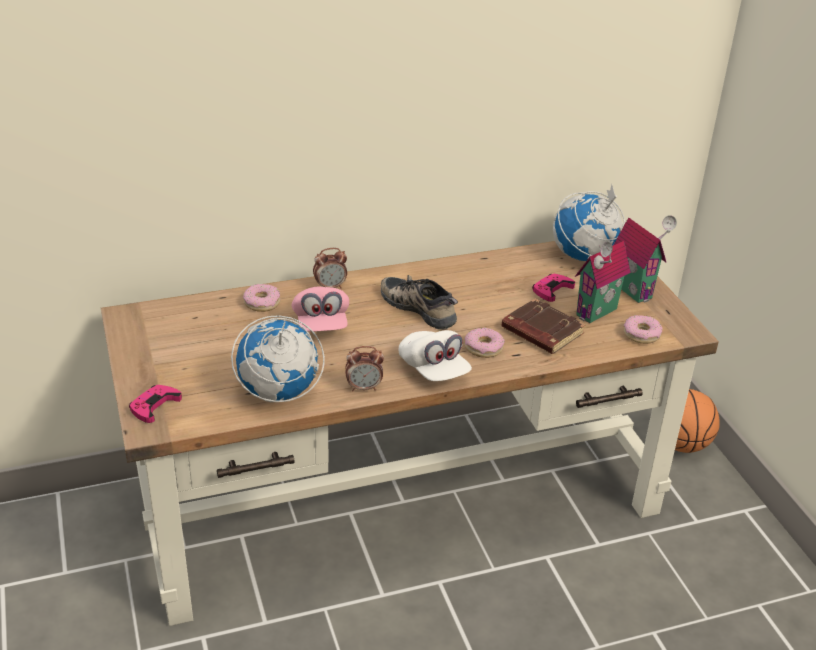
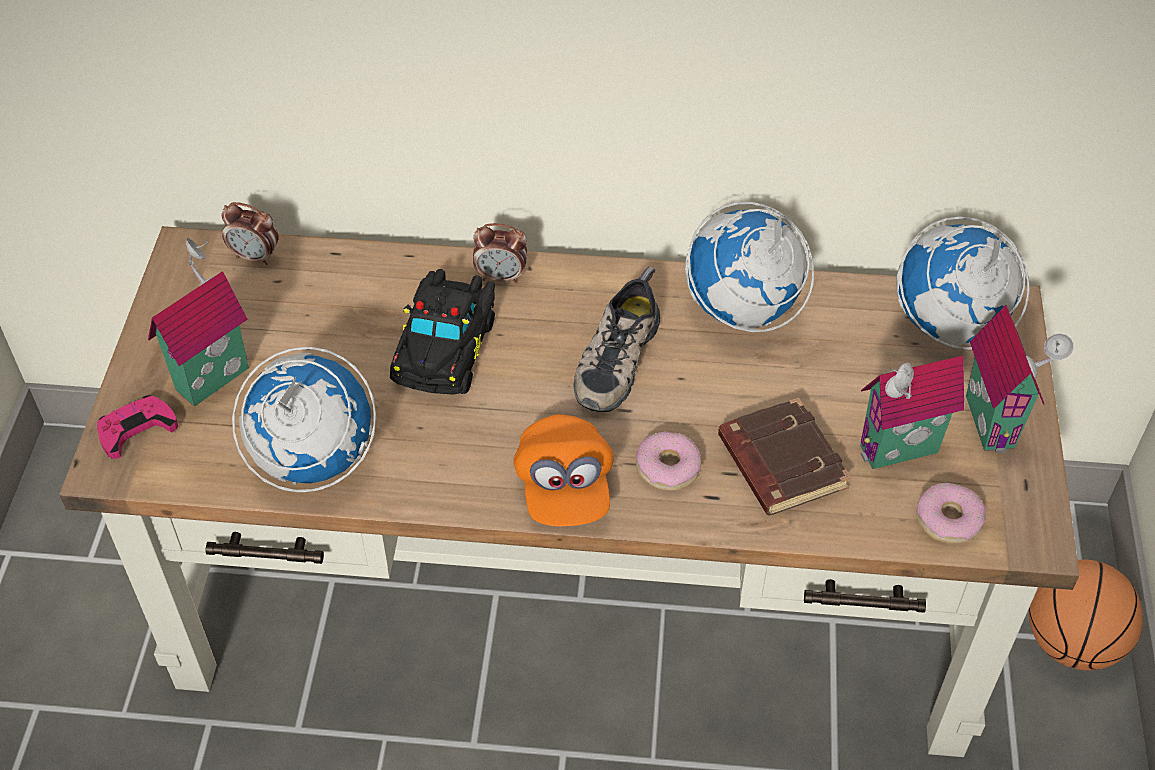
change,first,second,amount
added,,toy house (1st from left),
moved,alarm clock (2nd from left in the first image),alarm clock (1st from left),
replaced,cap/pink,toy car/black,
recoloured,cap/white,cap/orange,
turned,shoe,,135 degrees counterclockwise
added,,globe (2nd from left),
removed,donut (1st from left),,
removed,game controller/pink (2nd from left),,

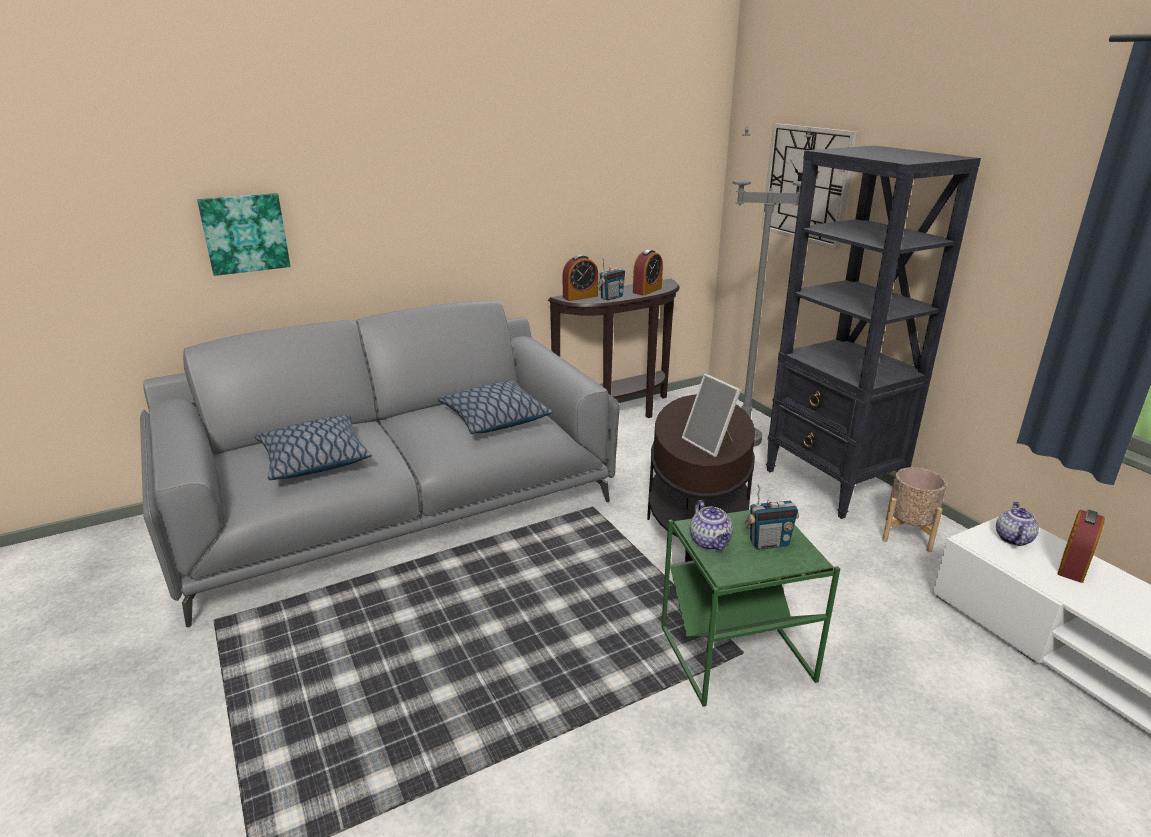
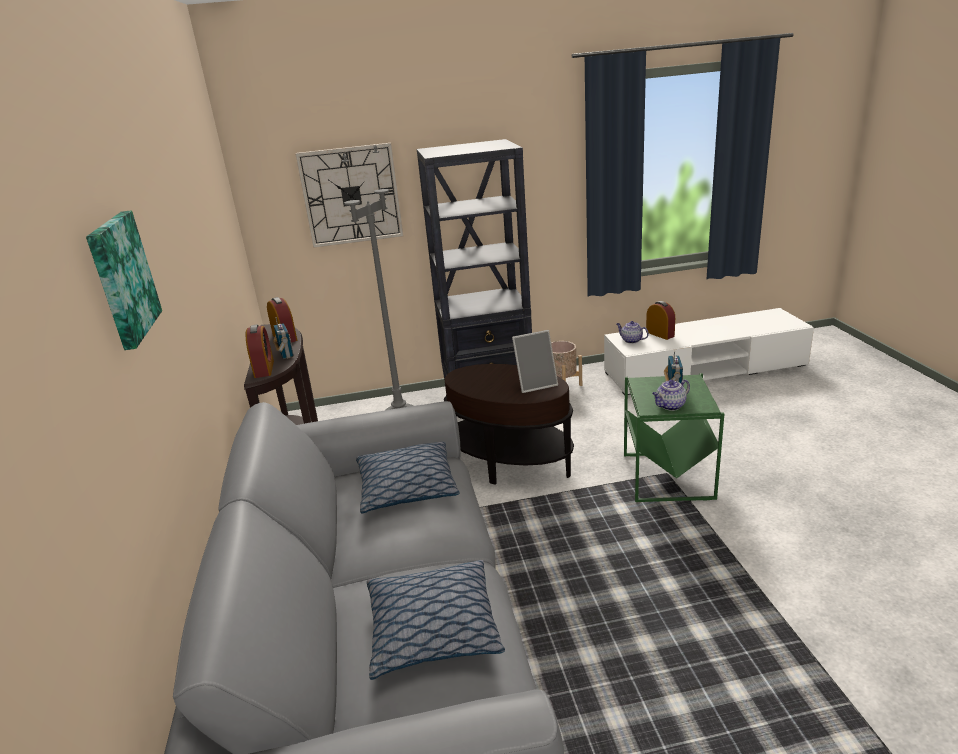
change,first,second,amount
moved,picture,,
turned,teapot (1st from left in the first image),teapot (2nd from left),150 degrees clockwise

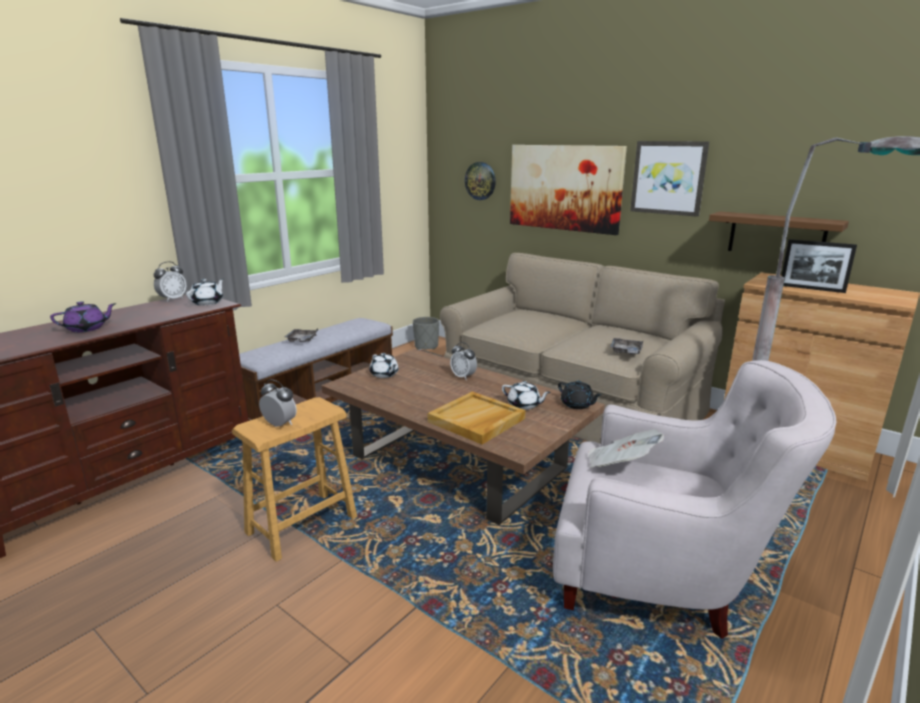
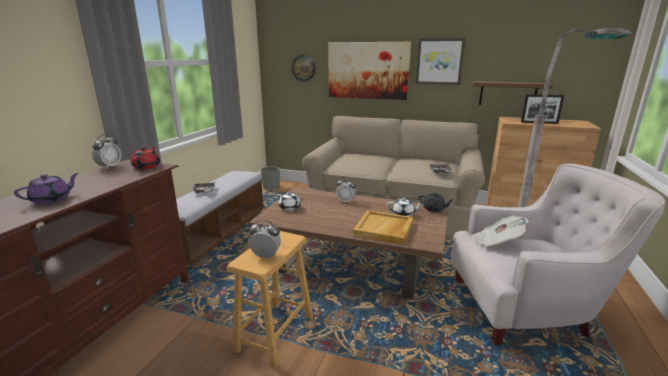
change,first,second,amount
recoloured,teapot/white (1st from left),teapot/red,

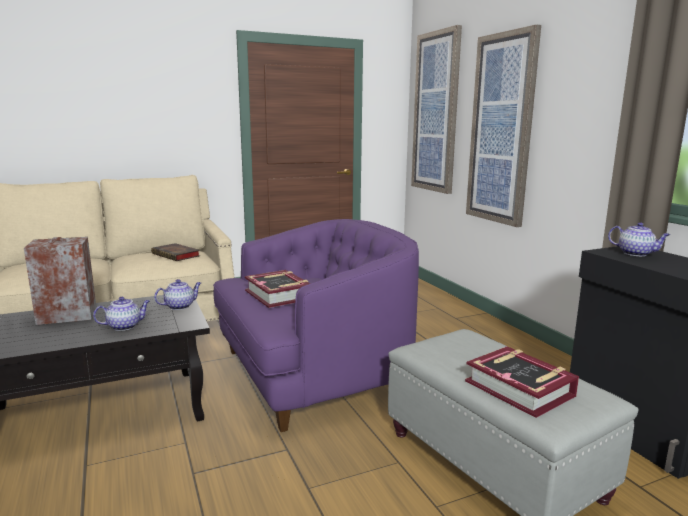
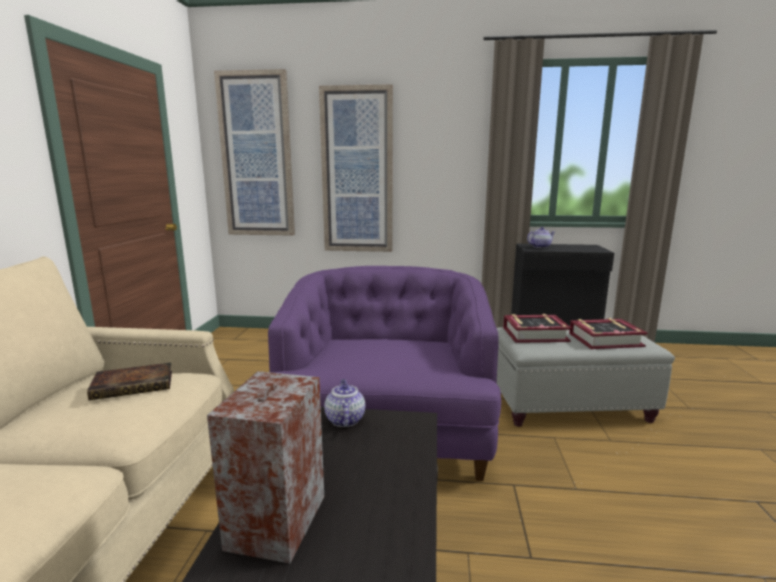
change,first,second,amount
moved,book (2nd from left),,
removed,teapot (1st from left),,

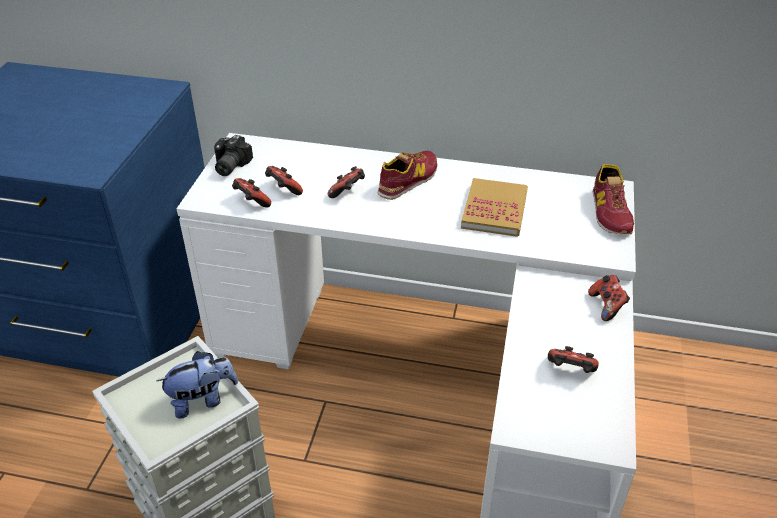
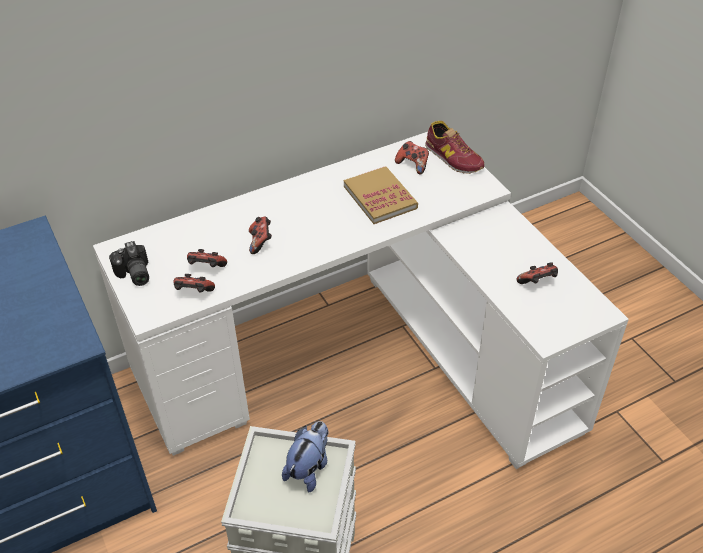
change,first,second,amount
moved,game controller (5th from left in the first image),game controller (4th from left),
removed,shoe (1st from left),,

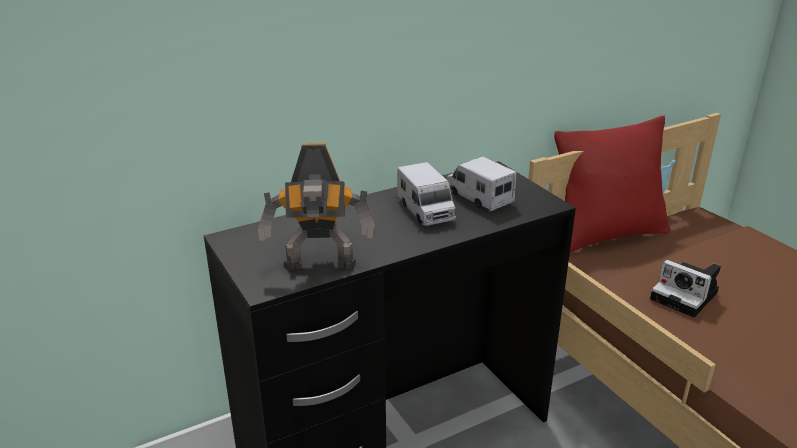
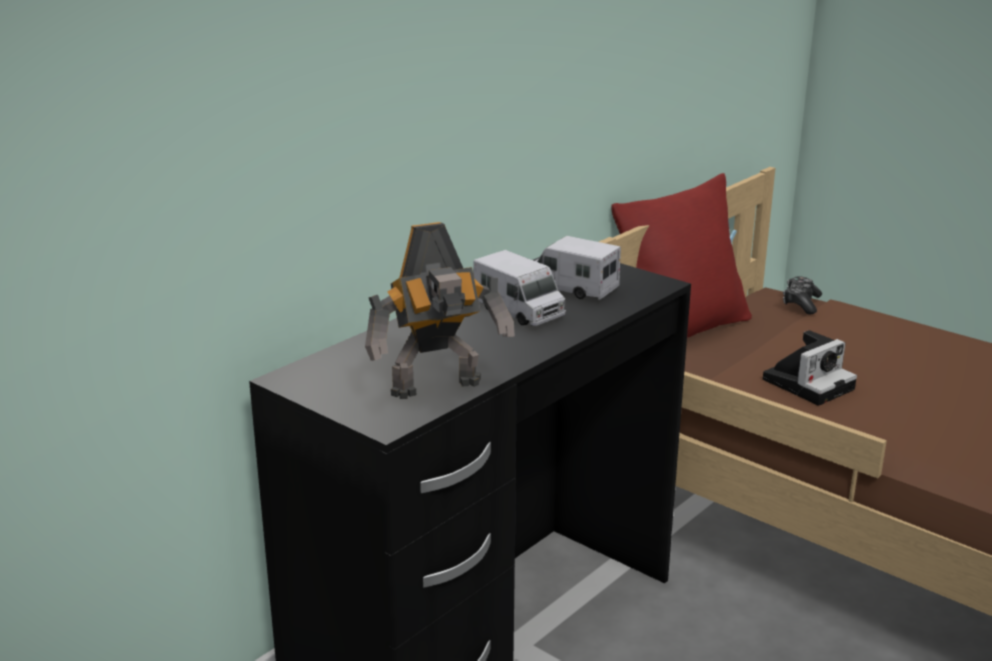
change,first,second,amount
turned,photo camera,,60 degrees counterclockwise
added,,game controller,

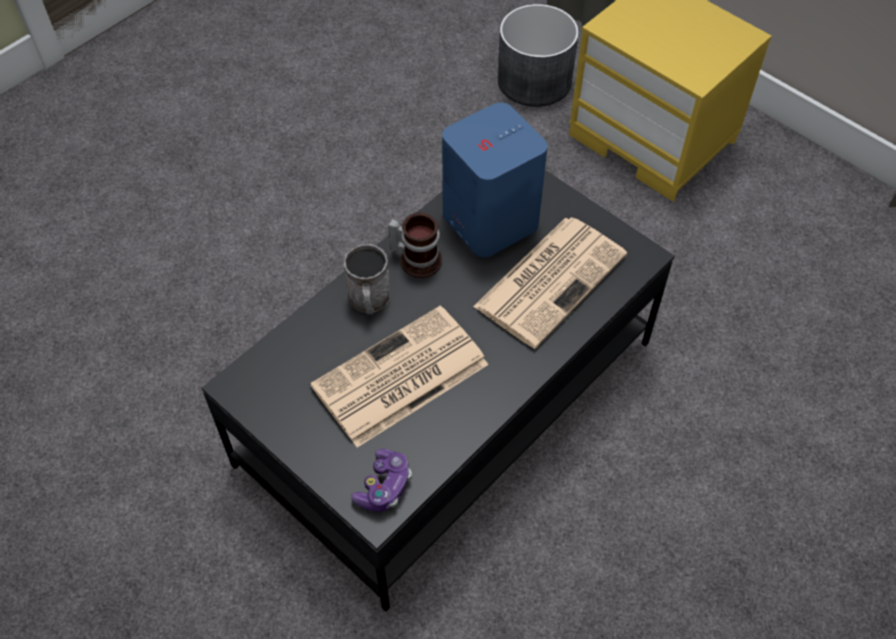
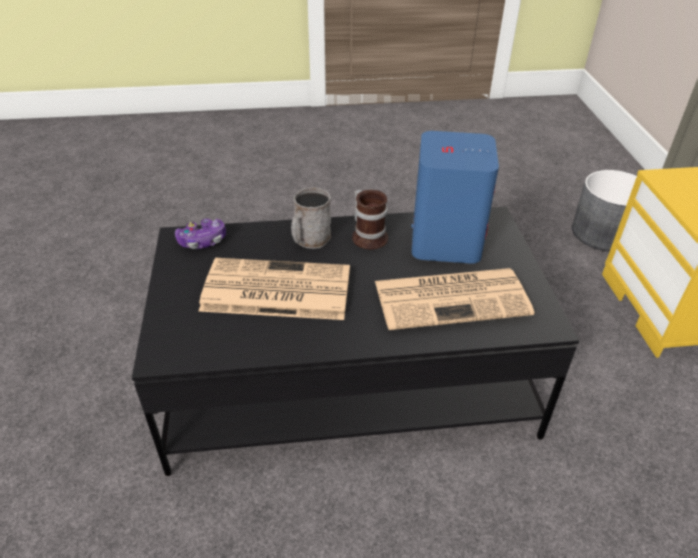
change,first,second,amount
moved,game controller,,

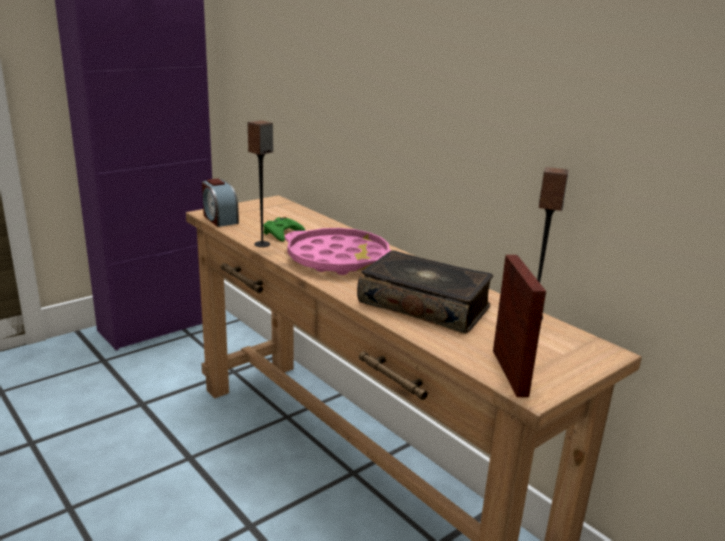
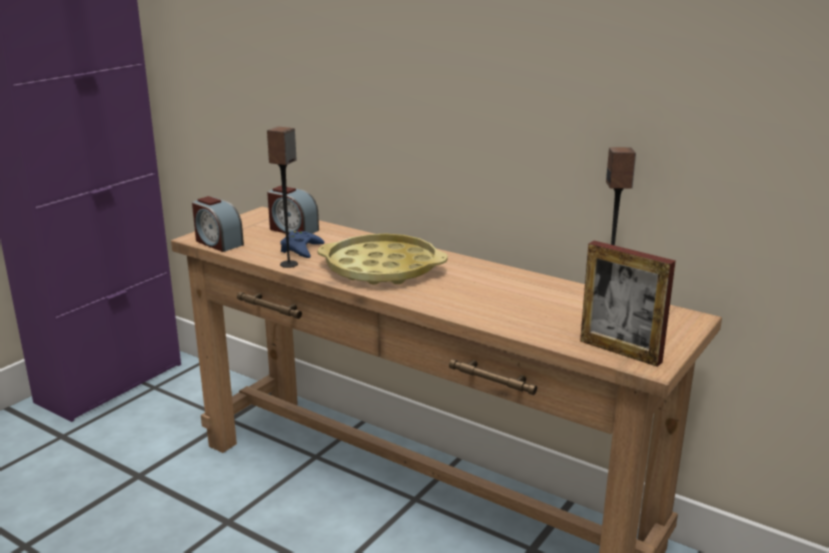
change,first,second,amount
added,,alarm clock (2nd from left),
recoloured,game controller/green,game controller/blue,
recoloured,tray/pink,tray/yellow,
turned,picture frame,,150 degrees clockwise
removed,book,,

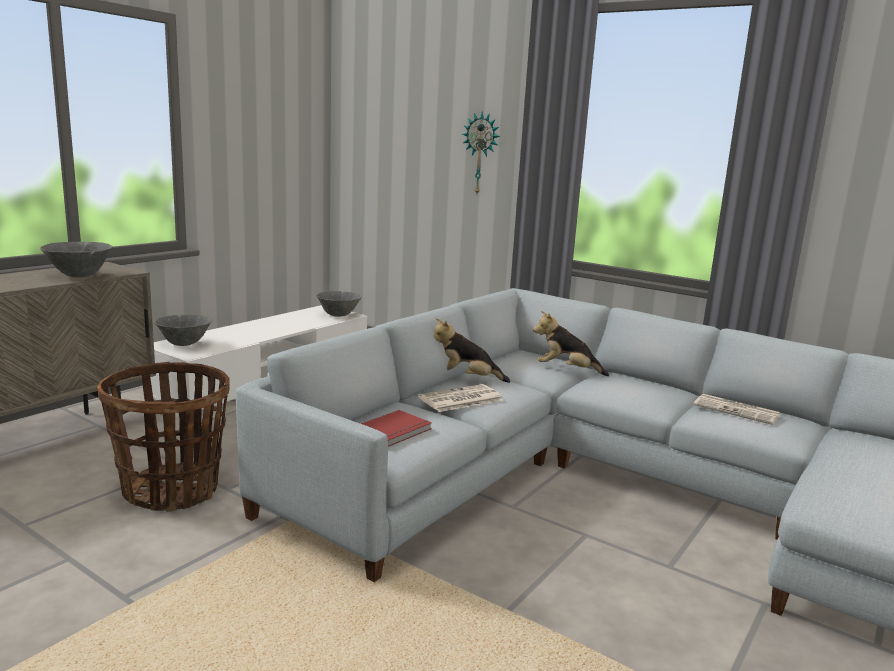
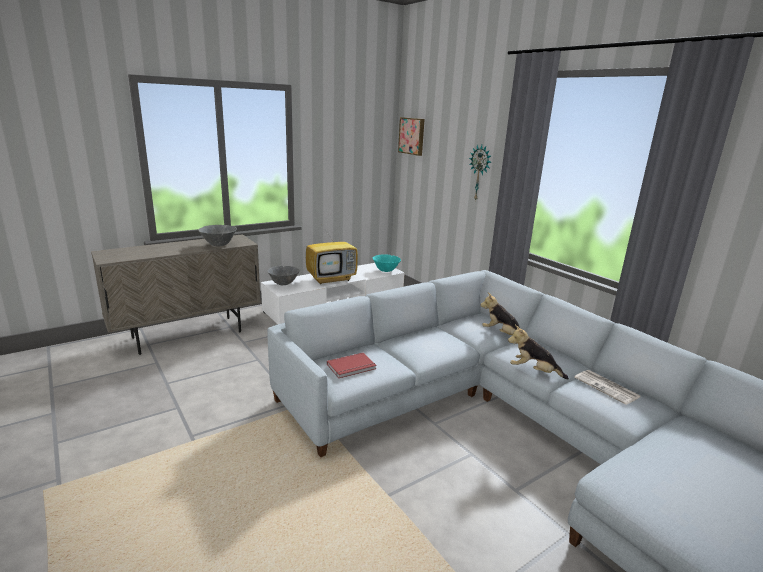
change,first,second,amount
added,,television,
recoloured,bowl/grey (3rd from left),bowl/turquoise,
added,,picture,
moved,plush toy (1st from left in the first image),plush toy (2nd from left),
removed,basket,,
removed,newspaper (1st from left),,

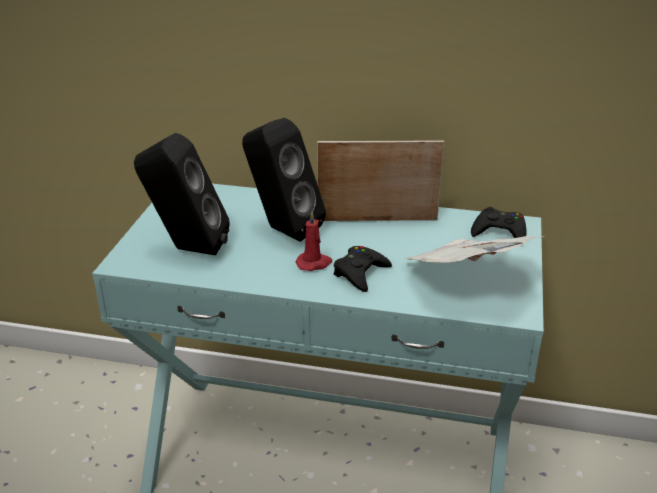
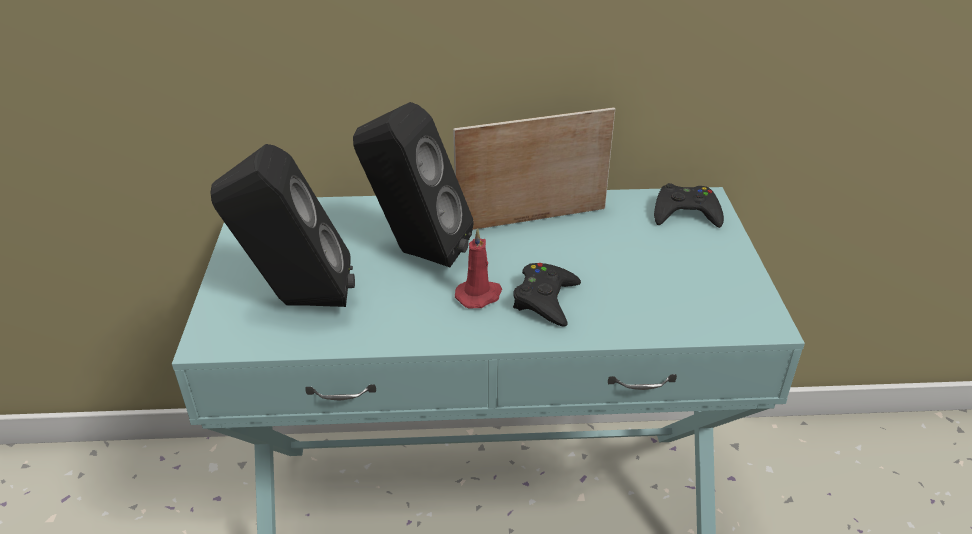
change,first,second,amount
removed,newspaper,,

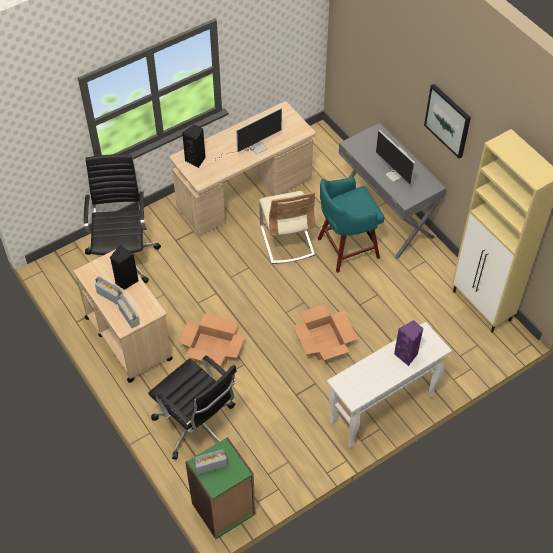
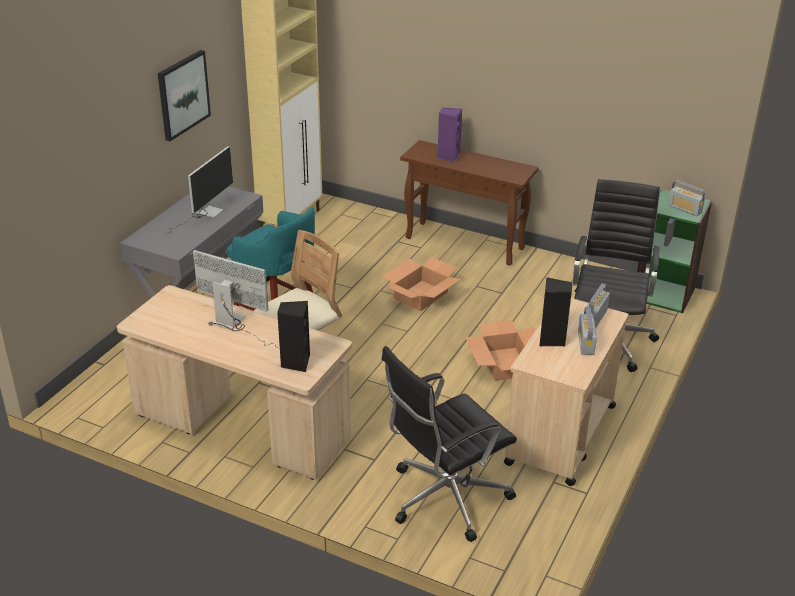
change,first,second,amount
recoloured,console table/white,console table/brown,

